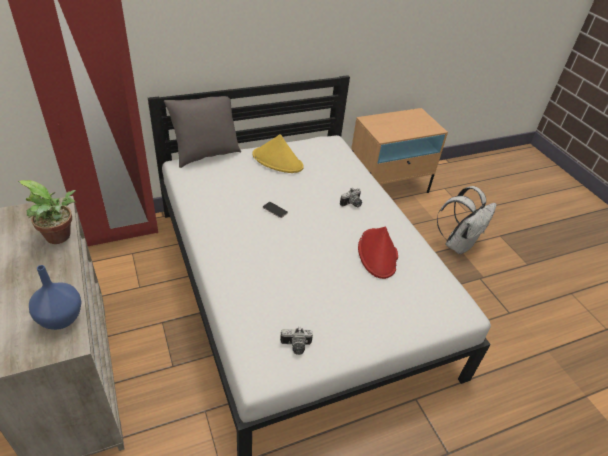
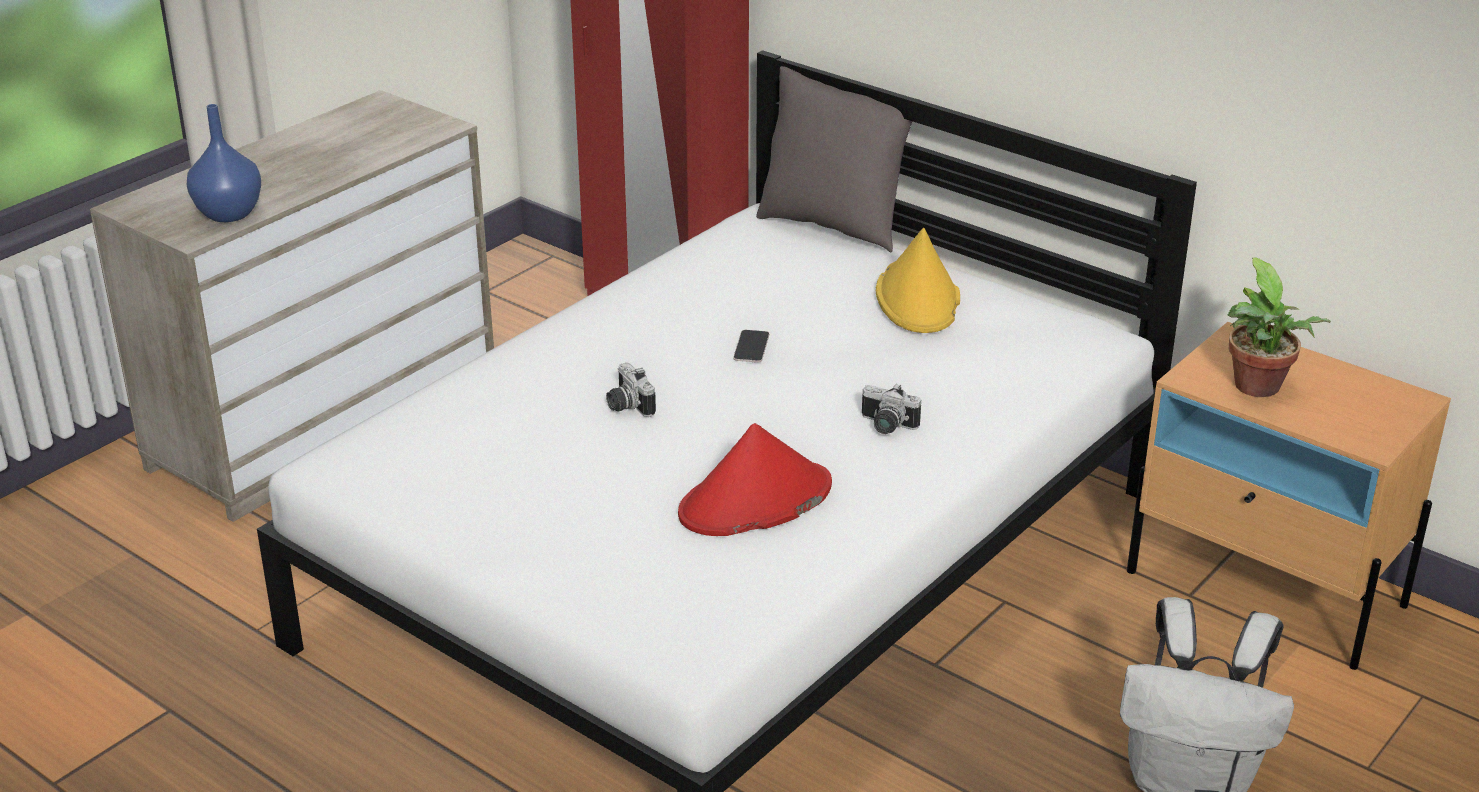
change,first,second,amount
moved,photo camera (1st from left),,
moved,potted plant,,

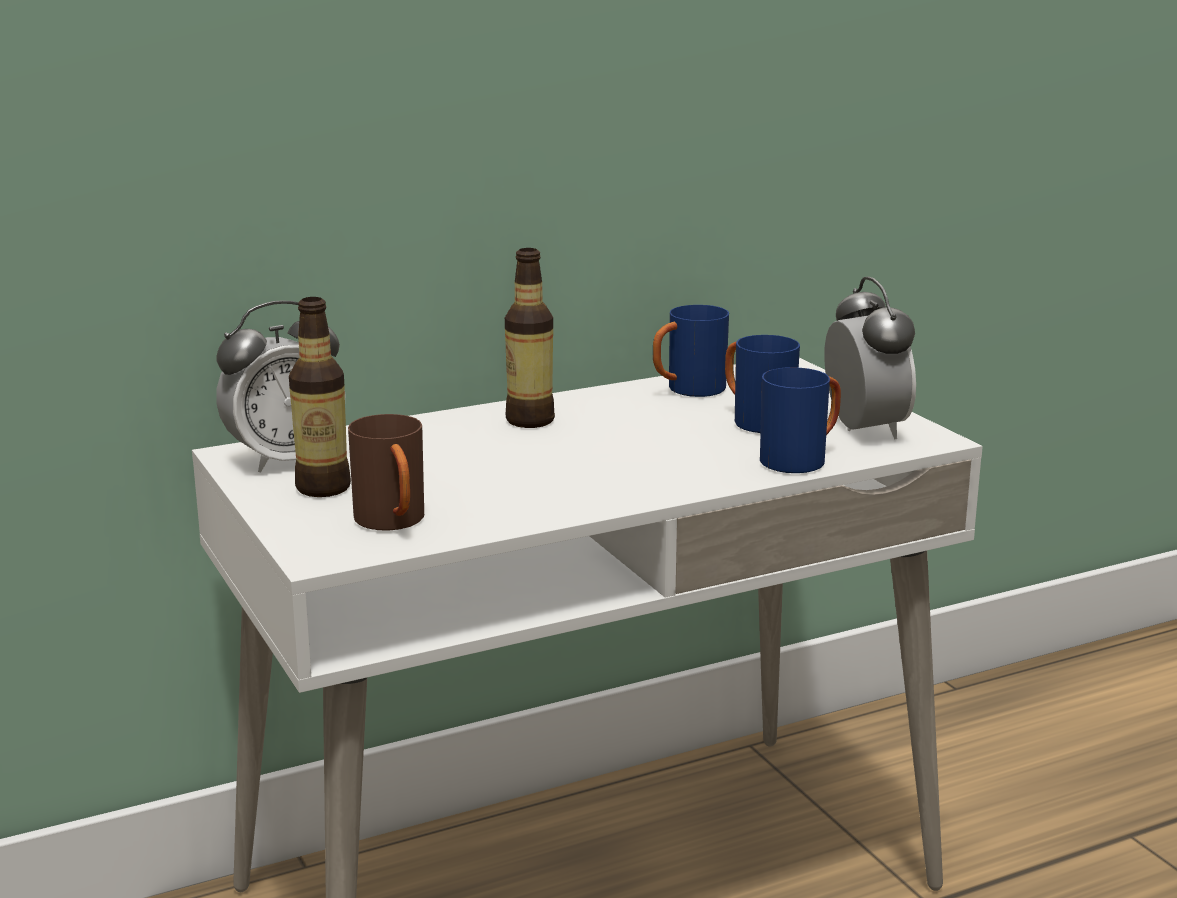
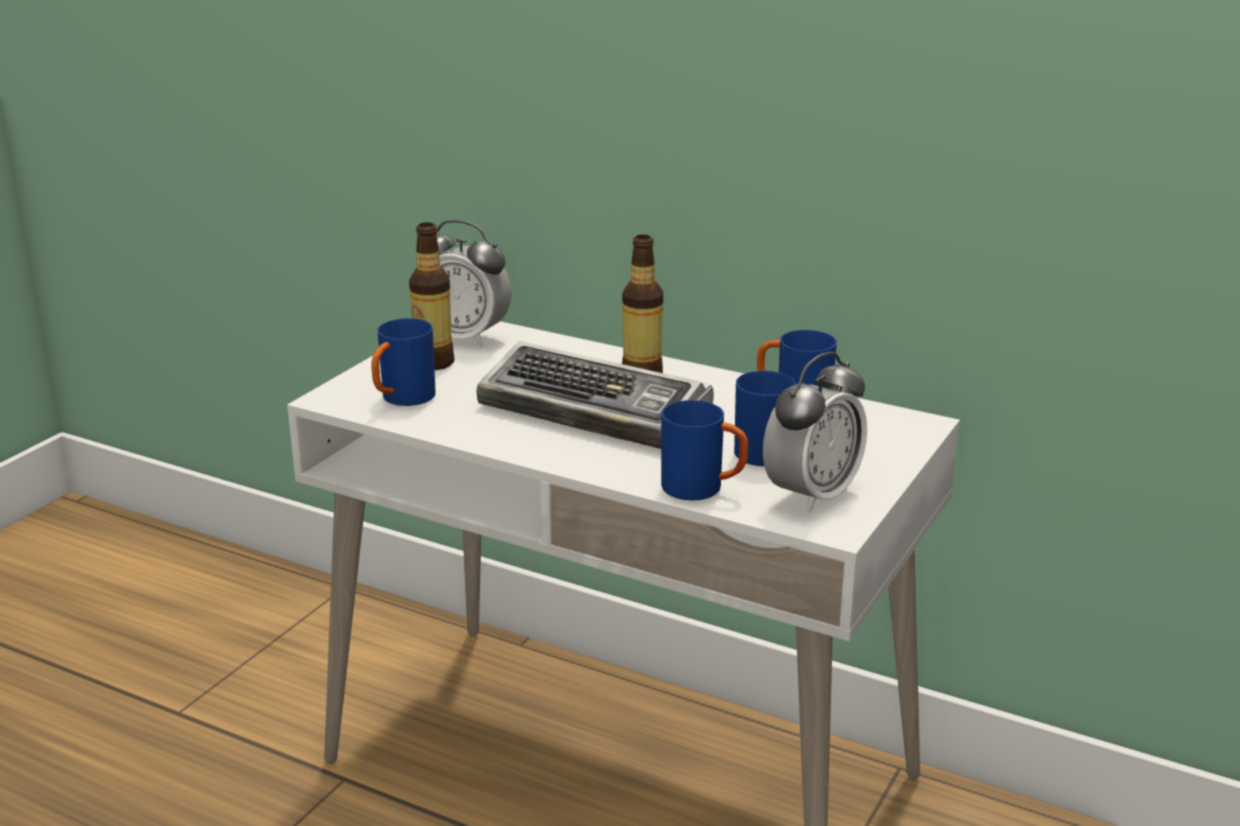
change,first,second,amount
recoloured,mug/brown,mug/blue (1st from left),
added,,keyboard,

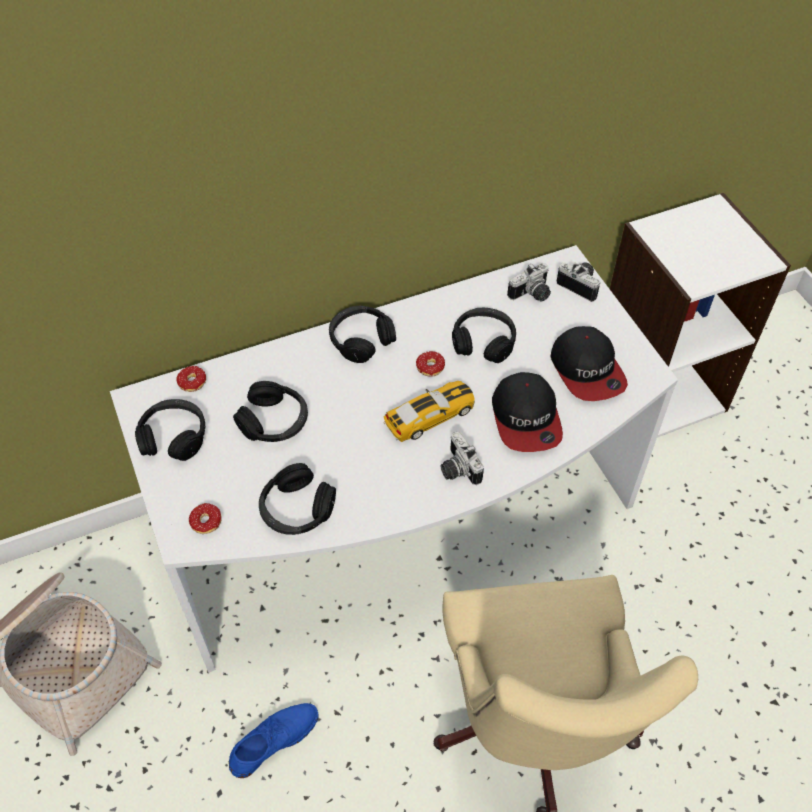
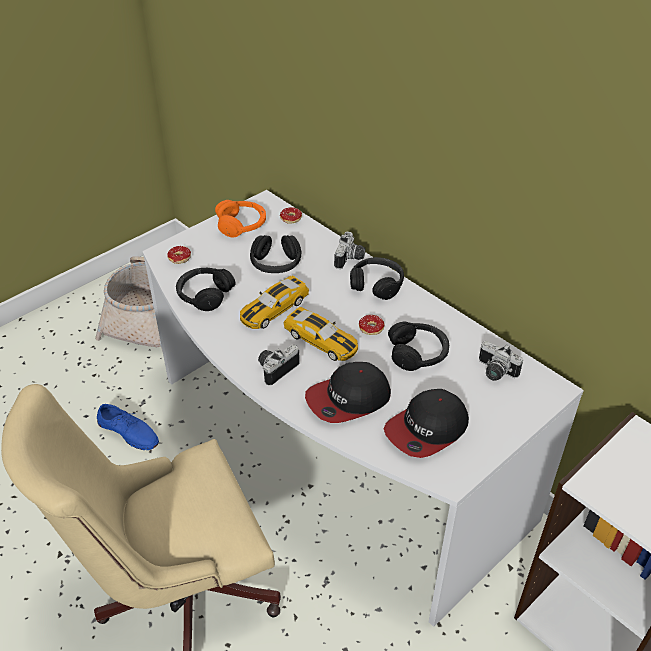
change,first,second,amount
recoloured,headphones/black (1st from left),headphones/orange,
added,,toy car (1st from left),
moved,photo camera (3rd from left in the first image),photo camera (2nd from left),

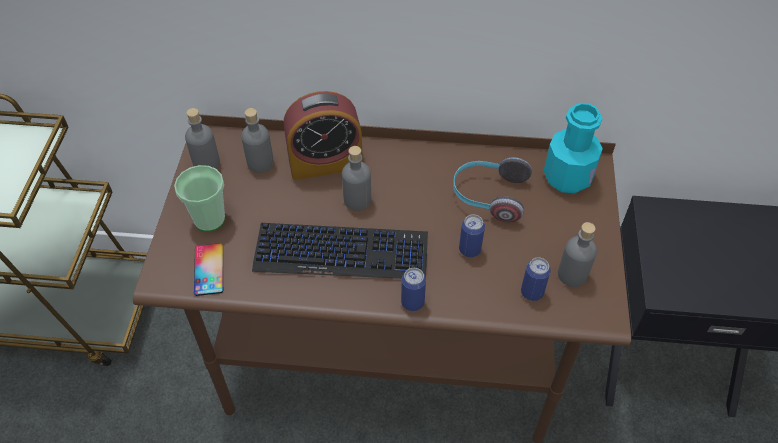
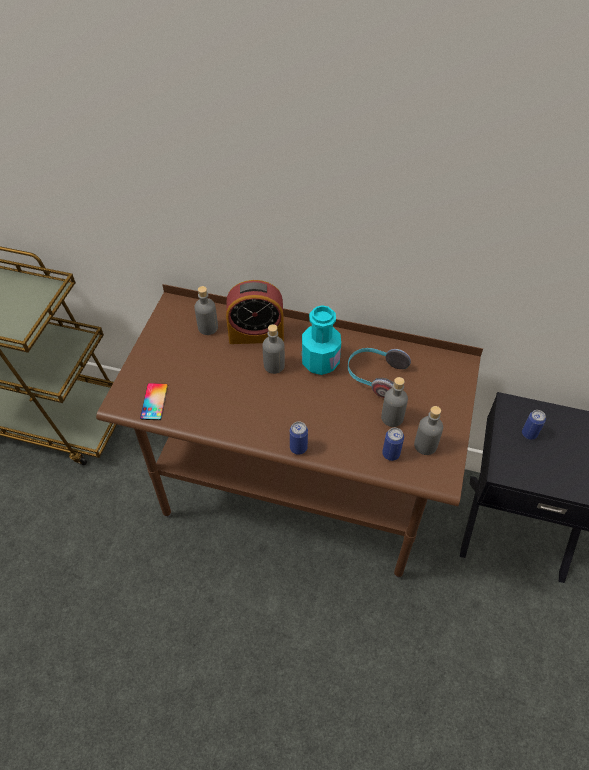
change,first,second,amount
moved,bottle/turquoise,,
moved,bottle/grey (1st from left in the first image),bottle/grey (3rd from left),
moved,can (2nd from left in the first image),can (3rd from left),
removed,cup,,
removed,keyboard,,

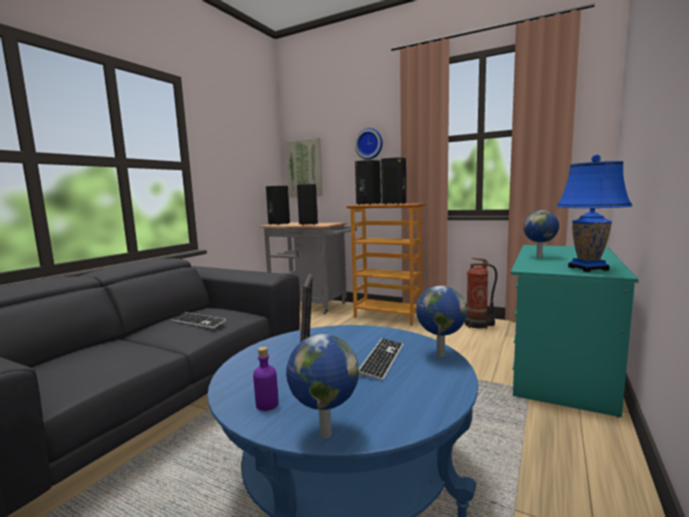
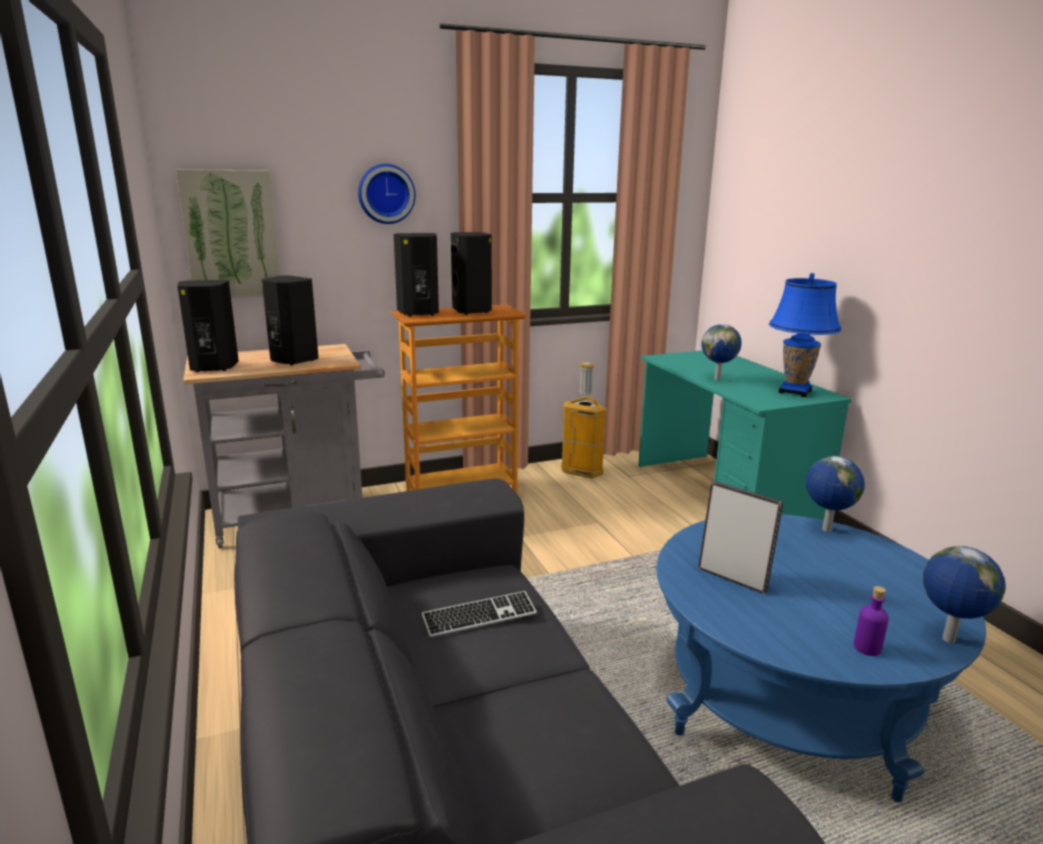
change,first,second,amount
replaced,fire extinguisher,trash can,
removed,keyboard (2nd from left),,

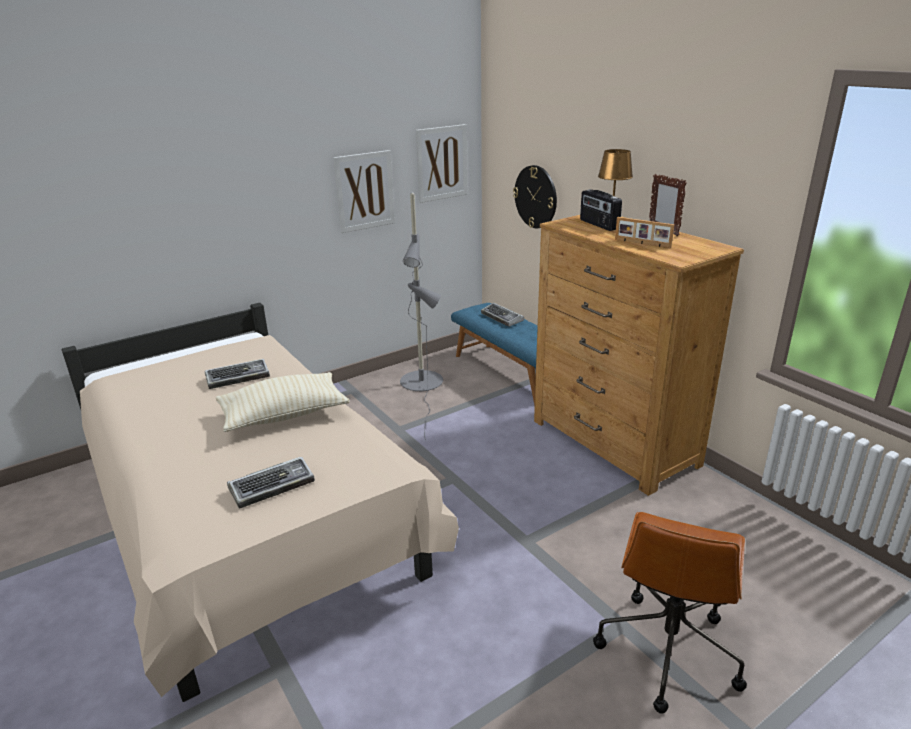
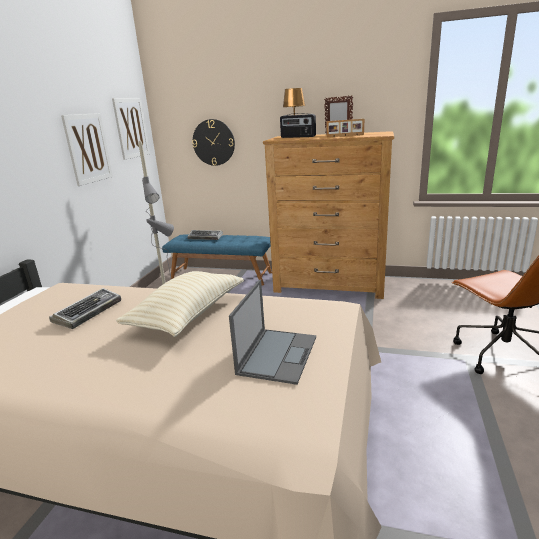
change,first,second,amount
replaced,keyboard (2nd from left),laptop,

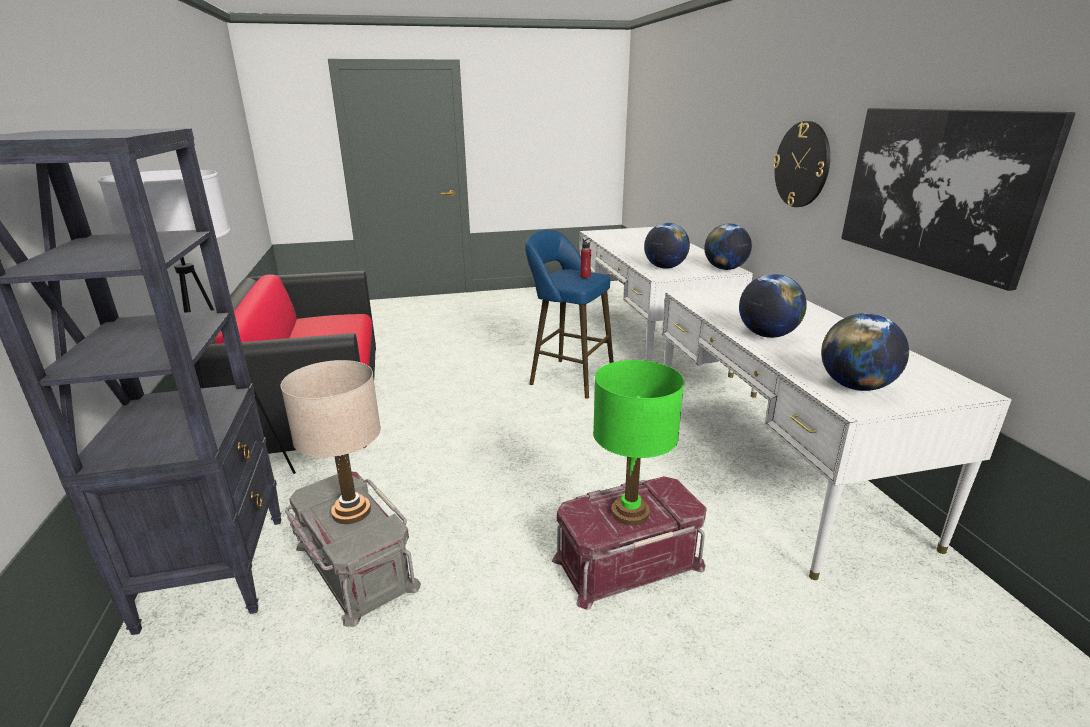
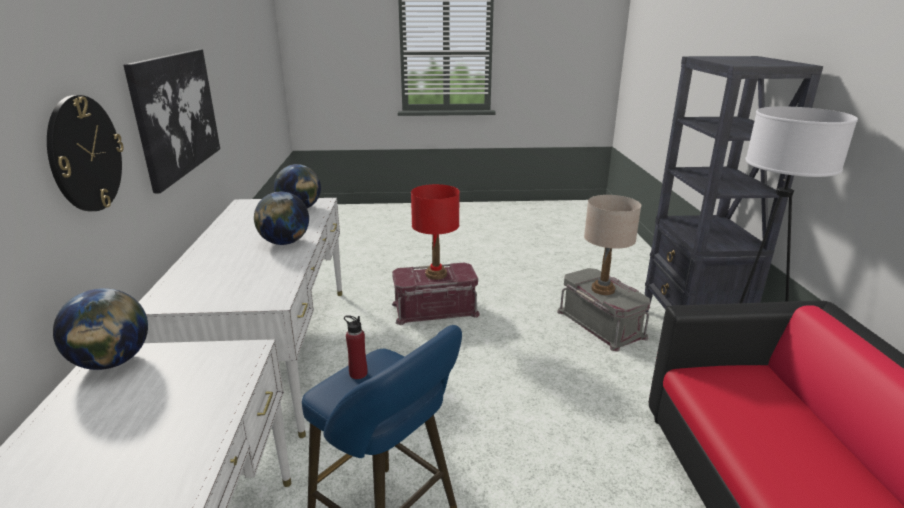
change,first,second,amount
recoloured,table lamp/green,table lamp/red,
removed,globe (1st from left),,

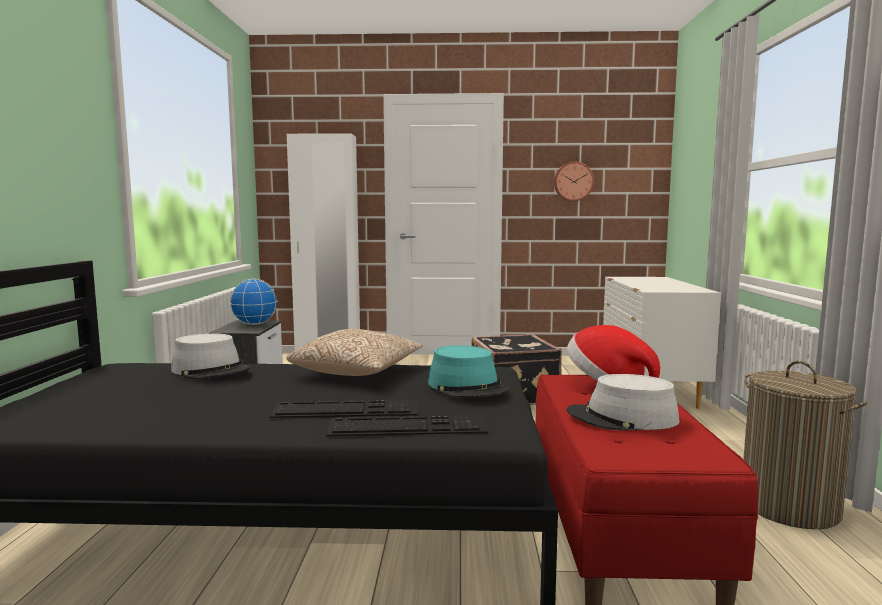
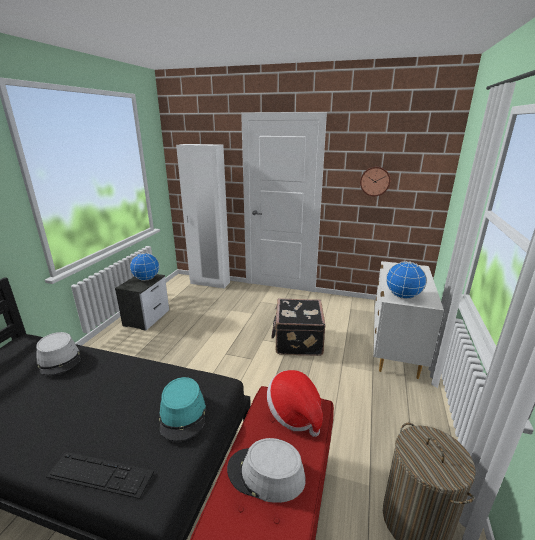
change,first,second,amount
added,,globe (2nd from left),
removed,keyboard (1st from left),,
removed,pillow,,

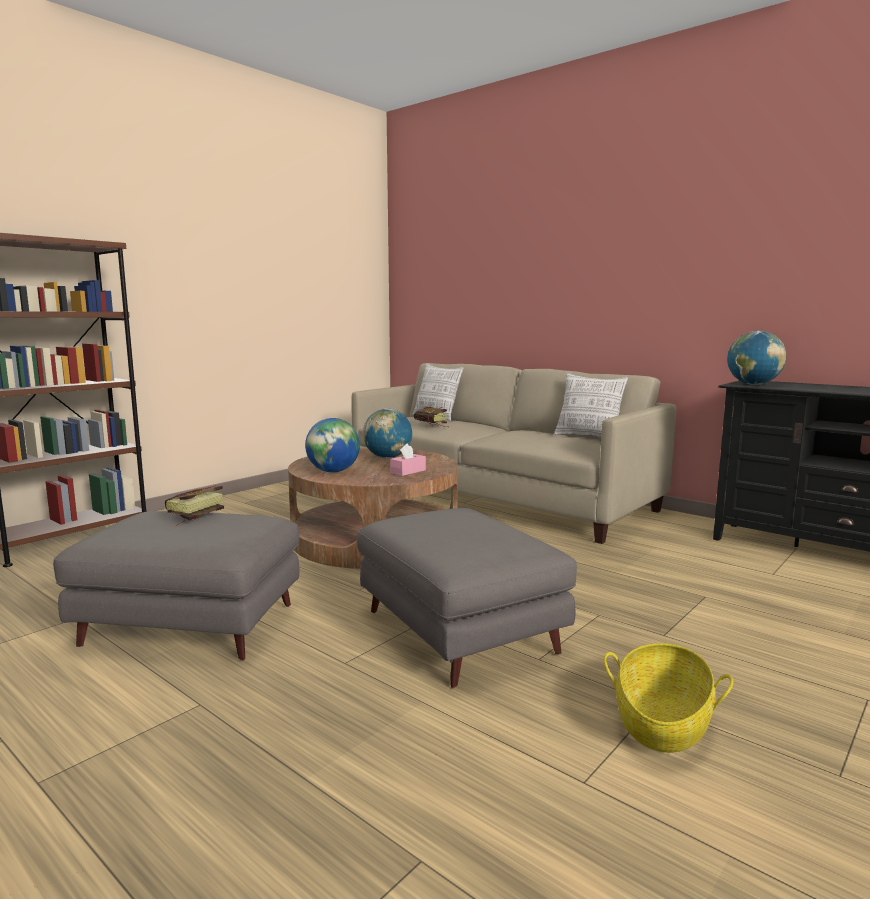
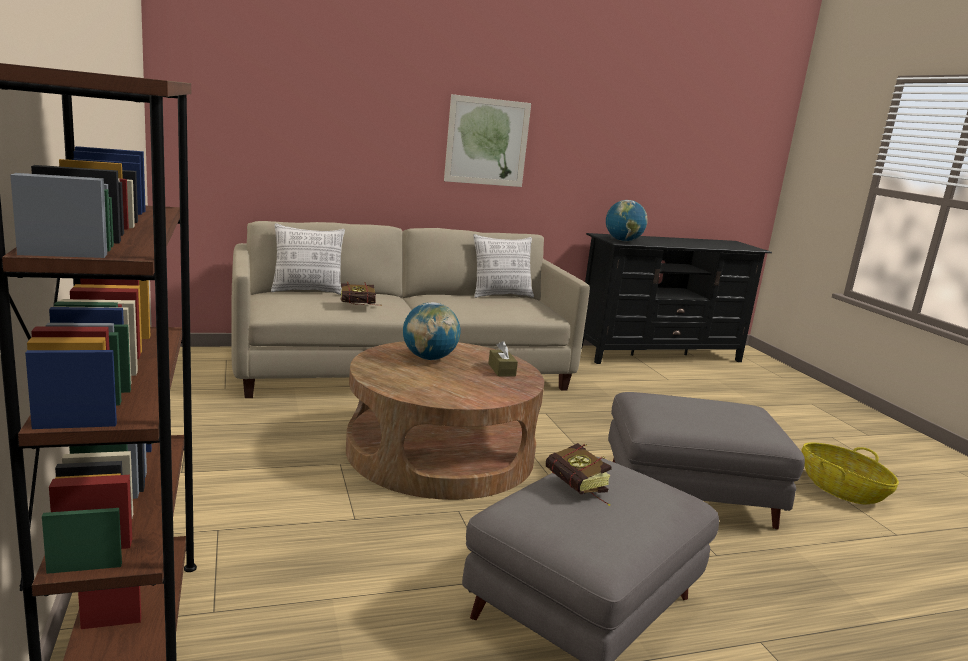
change,first,second,amount
added,,picture,
recoloured,tissue box/pink,tissue box/brown,
removed,globe (1st from left),,

